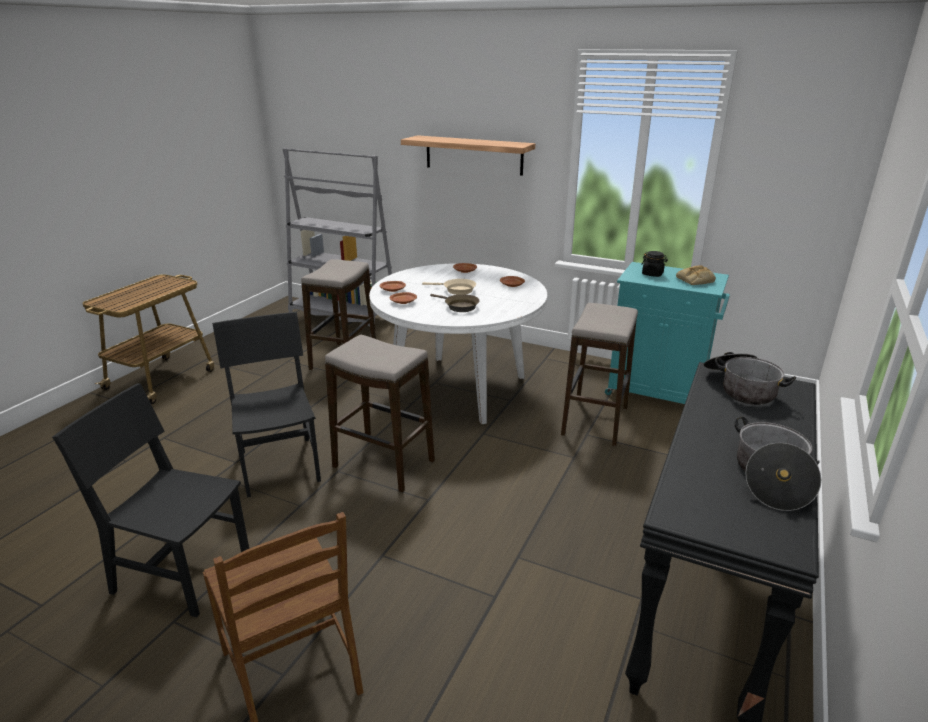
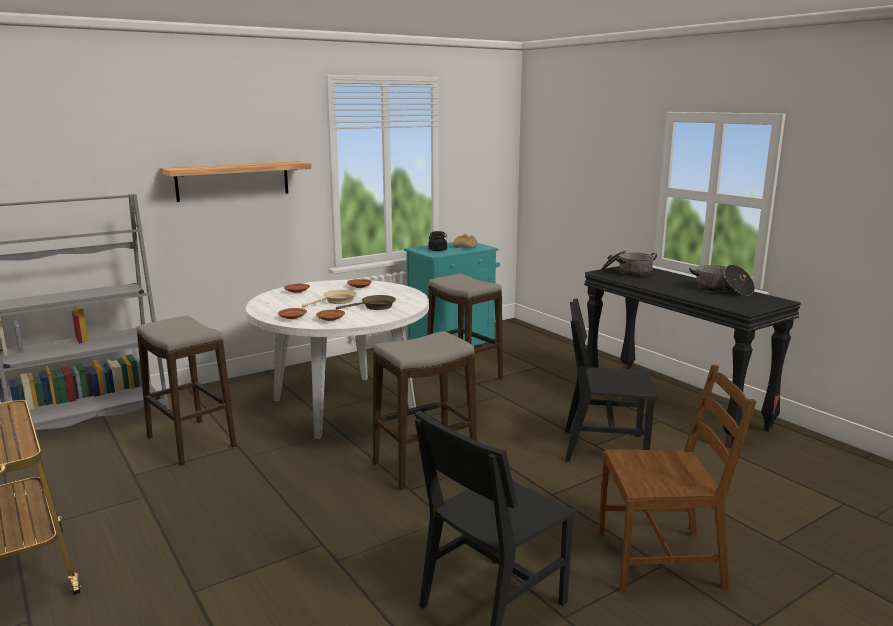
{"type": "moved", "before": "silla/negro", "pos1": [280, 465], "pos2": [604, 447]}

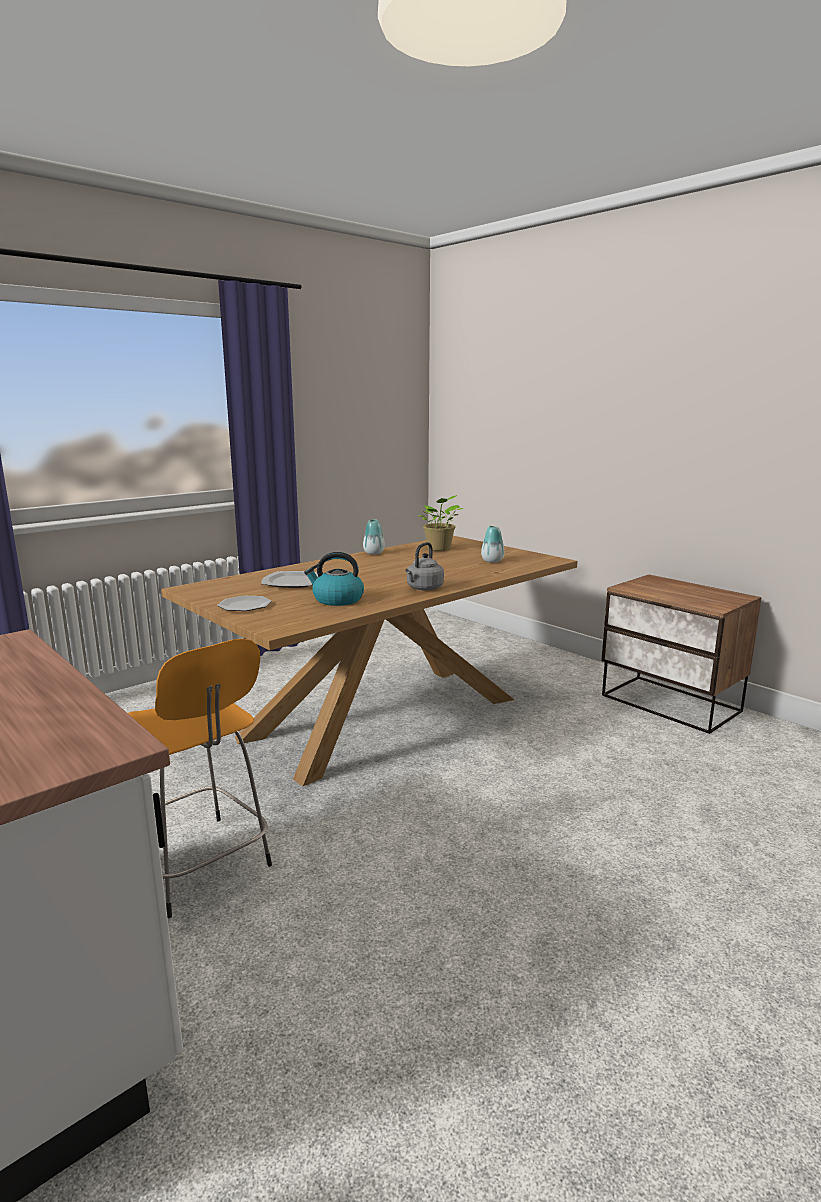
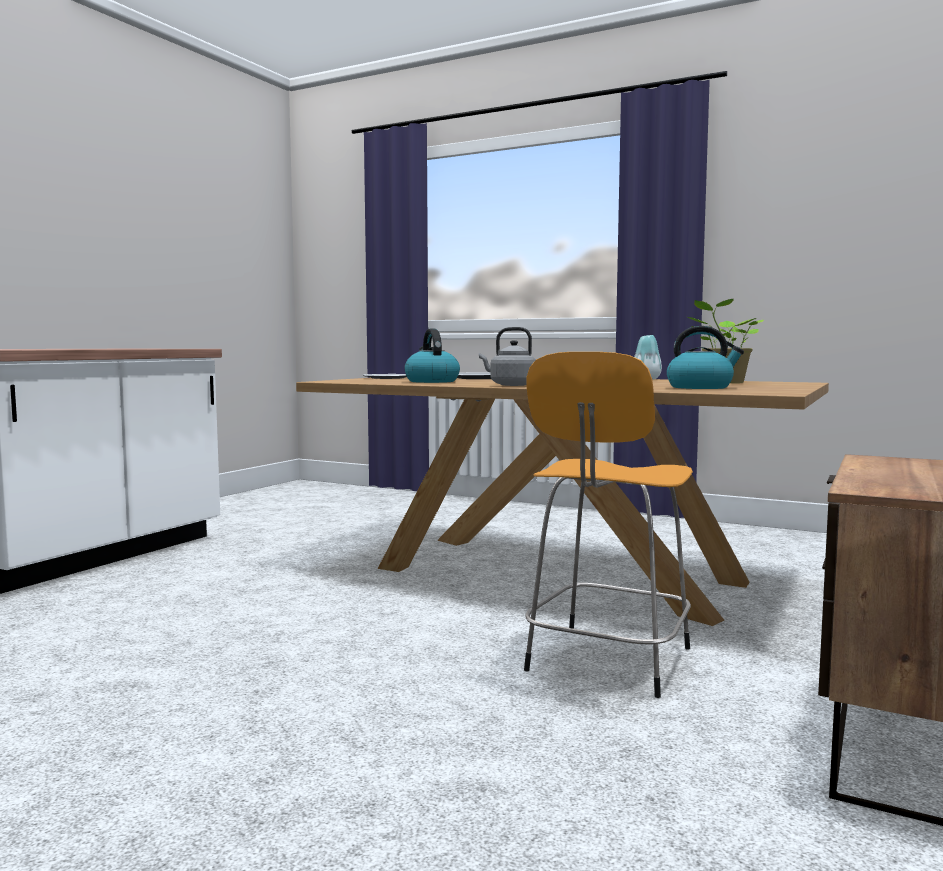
{"type": "moved", "before": "taburete/naranja", "pos1": [199, 866], "pos2": [607, 661]}
{"type": "replaced", "before": "florero", "after": "hervidor", "pos1": [492, 561], "pos2": [700, 387]}

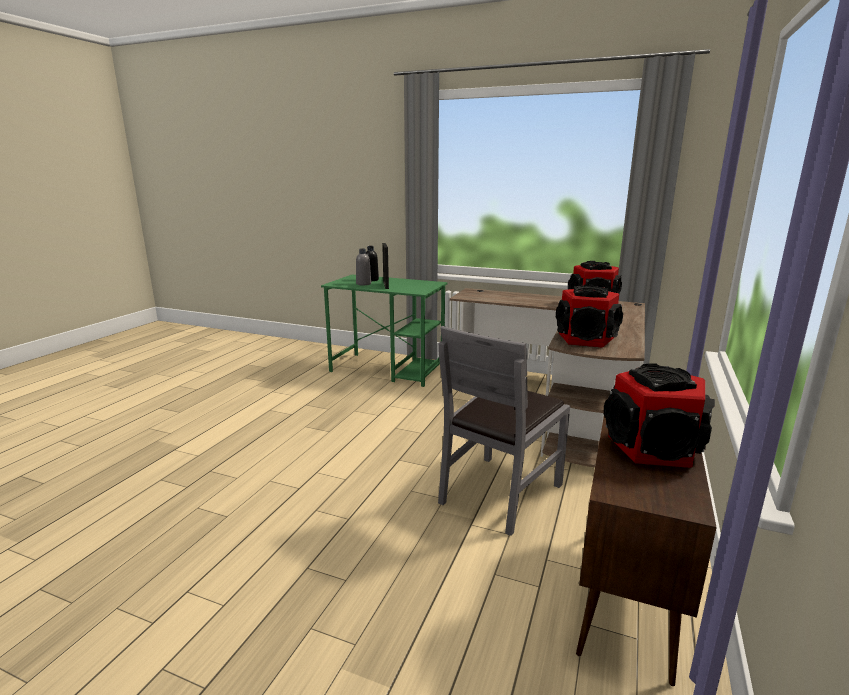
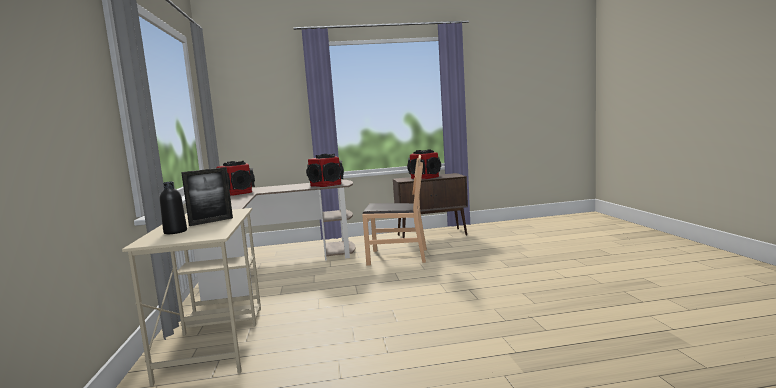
{"type": "recoloured", "before": "escritorio/verde", "after": "escritorio/beis", "pos1": [388, 369], "pos2": [214, 341]}
{"type": "recoloured", "before": "silla/gris", "after": "silla/marrón", "pos1": [499, 492], "pos2": [397, 256]}
{"type": "removed", "before": "botella/gris", "pos1": [363, 284]}

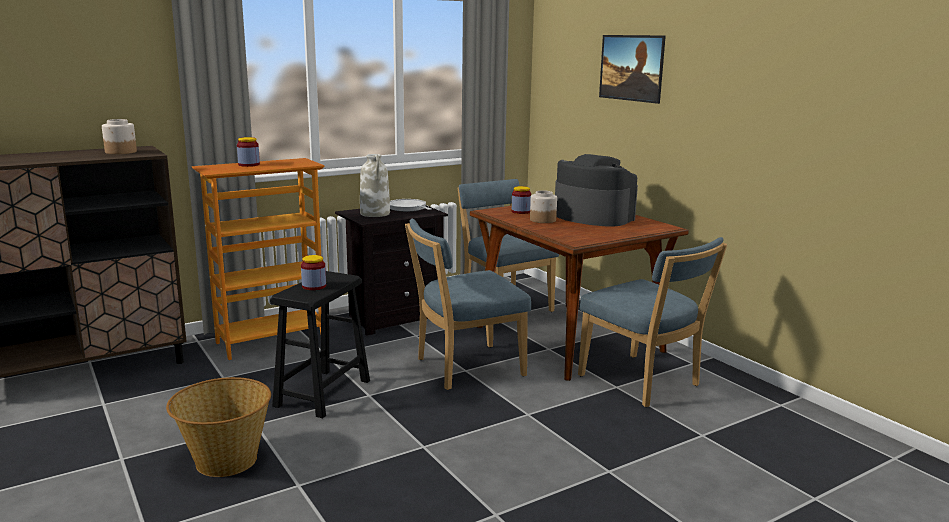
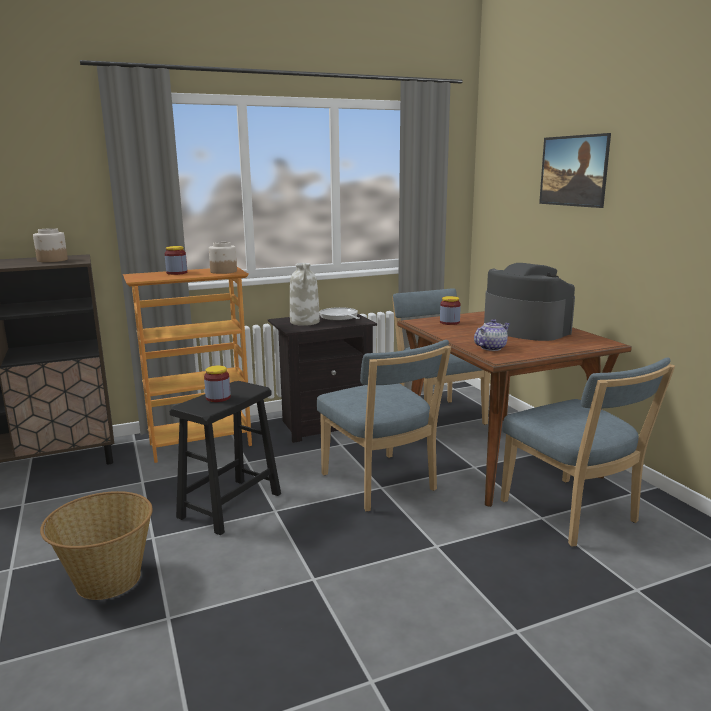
{"type": "moved", "before": "tarro", "pos1": [542, 220], "pos2": [223, 271]}
{"type": "turned", "before": "silla/azul", "pos1": [465, 368], "pos2": [381, 485], "turn": -105}
{"type": "added", "after": "tetera", "pos2": [491, 348]}

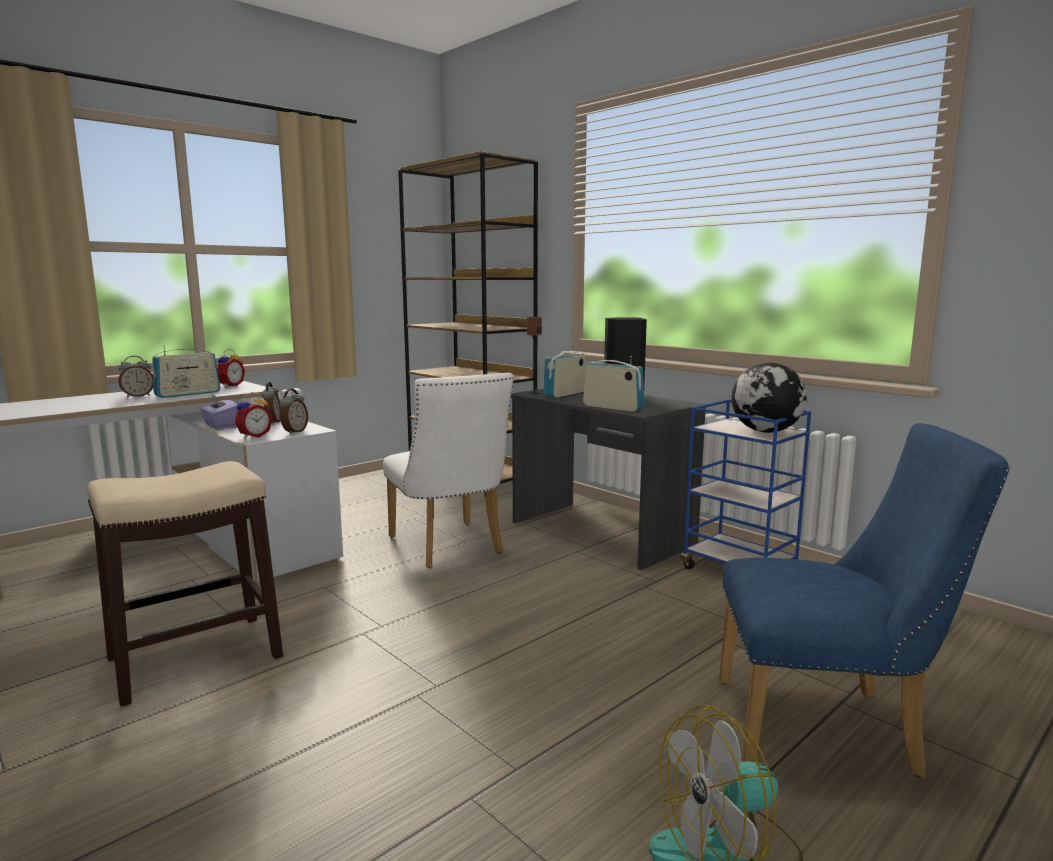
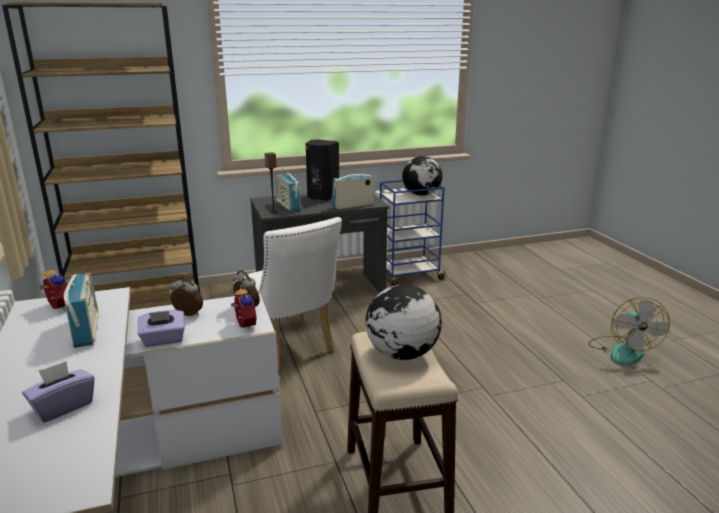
{"type": "added", "after": "caja de pañuelos/morado", "pos2": [63, 406]}
{"type": "turned", "before": "silla/blanco", "pos1": [449, 548], "pos2": [290, 348], "turn": 60}
{"type": "added", "after": "globo terráqueo", "pos2": [401, 354]}
{"type": "removed", "before": "despertador", "pos1": [138, 396]}
{"type": "removed", "before": "silla/azul", "pos1": [829, 730]}

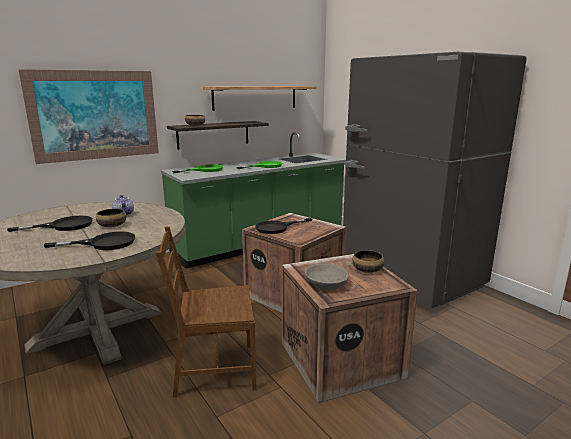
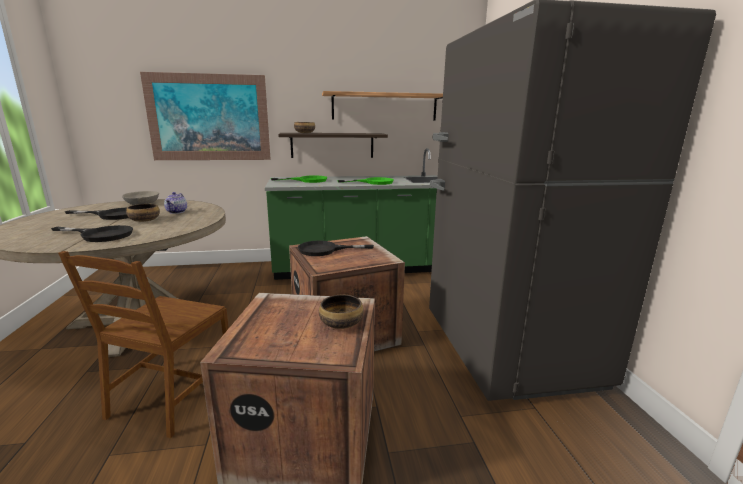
{"type": "turned", "before": "silla/marrón", "pos1": [214, 370], "pos2": [171, 397], "turn": -90}
{"type": "moved", "before": "cuenco/gris", "pos1": [326, 284], "pos2": [142, 203]}

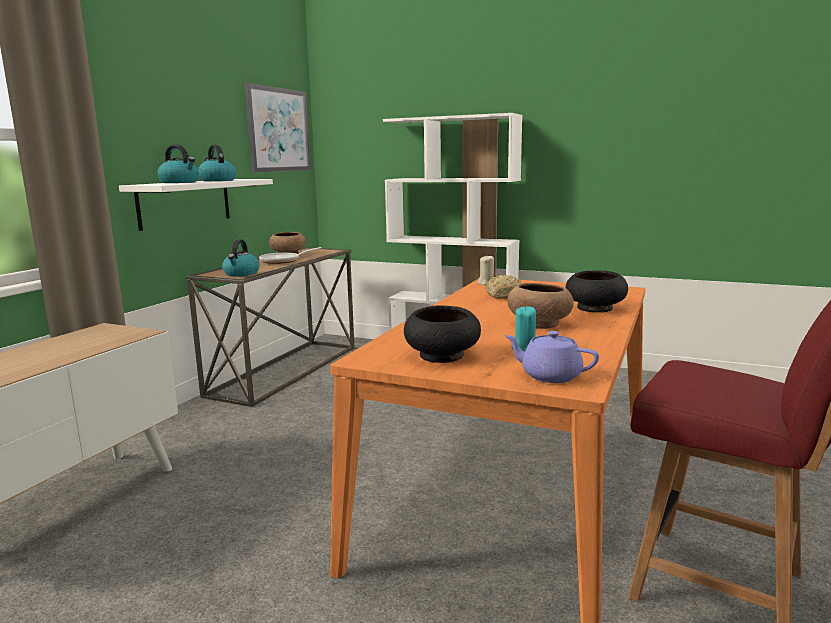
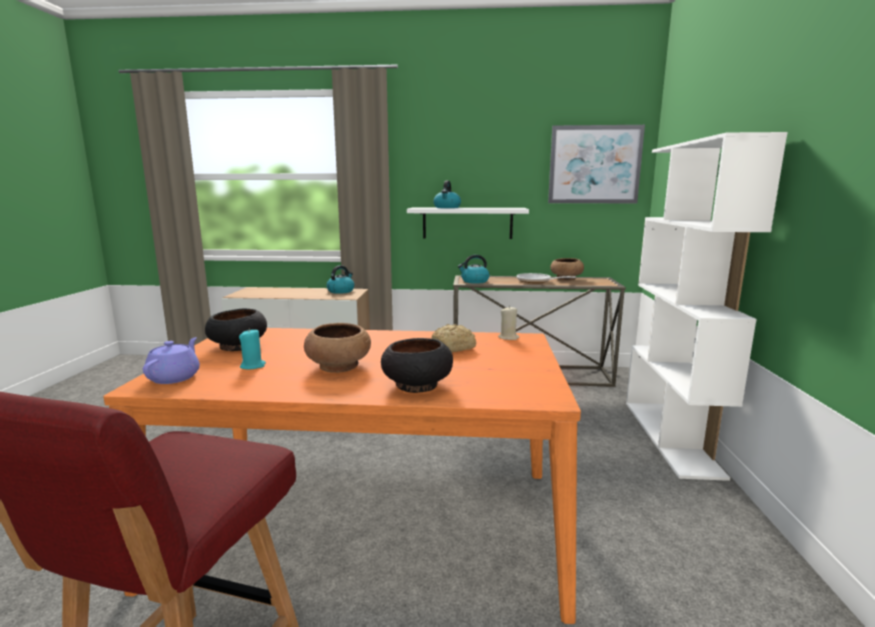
{"type": "moved", "before": "hervidor", "pos1": [217, 180], "pos2": [341, 291]}

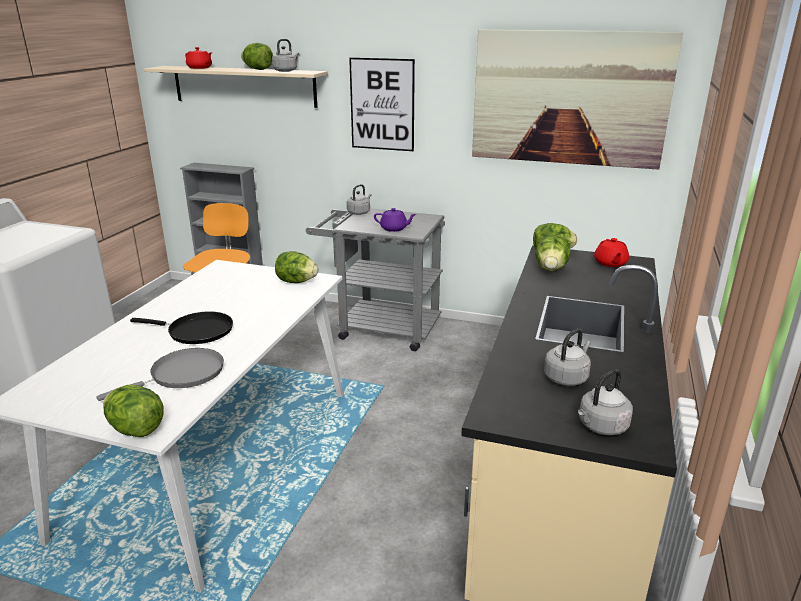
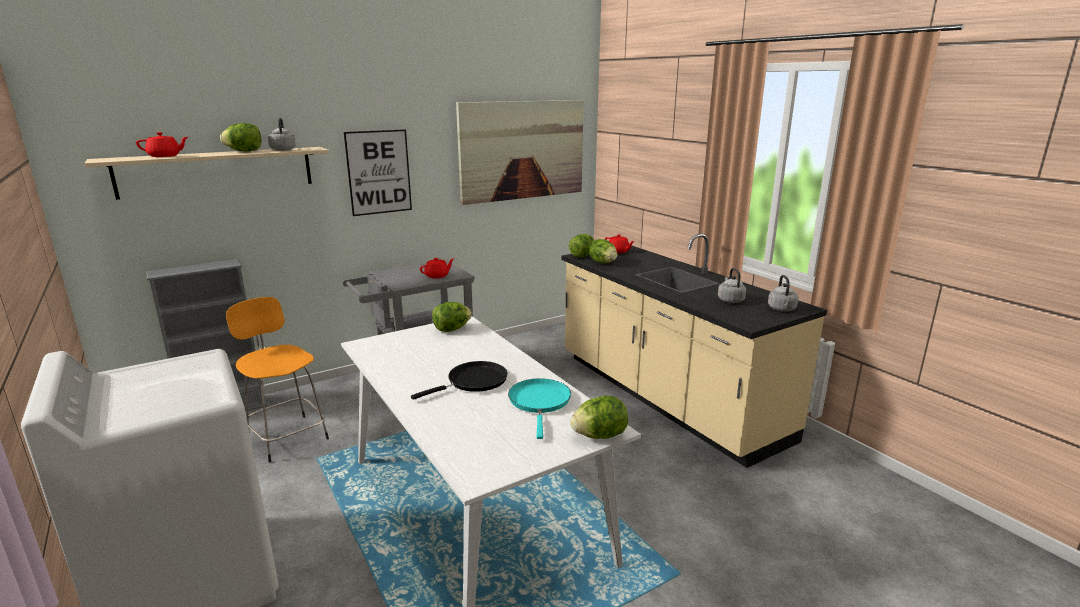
{"type": "recoloured", "before": "tetera/morado", "after": "tetera/rojo", "pos1": [394, 229], "pos2": [437, 276]}
{"type": "recoloured", "before": "sartén/gris", "after": "sartén/turquesa", "pos1": [182, 374], "pos2": [539, 402]}
{"type": "removed", "before": "hervidor/gris", "pos1": [359, 212]}

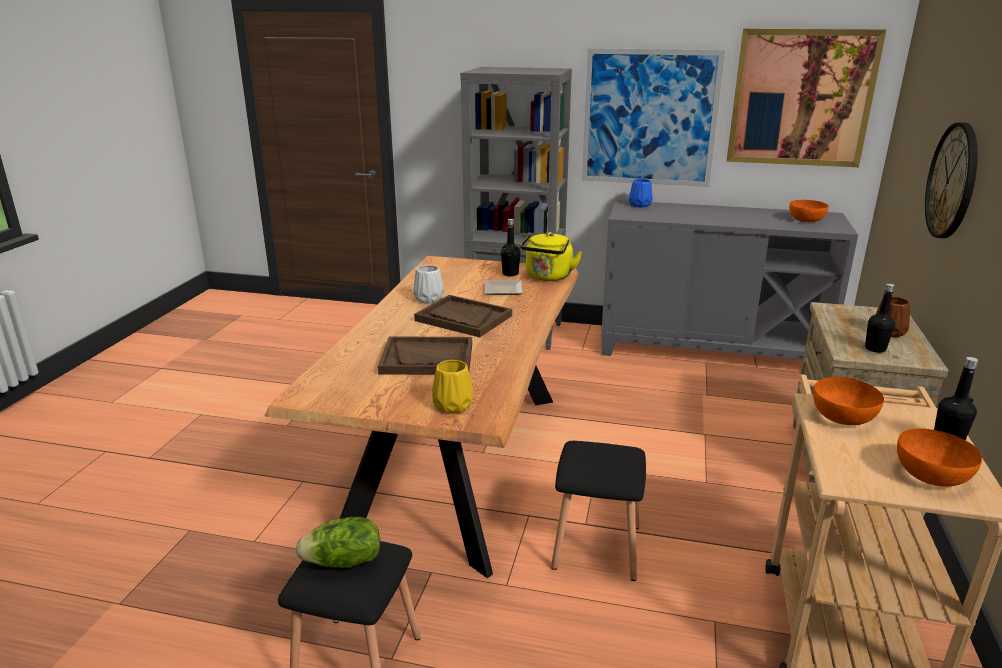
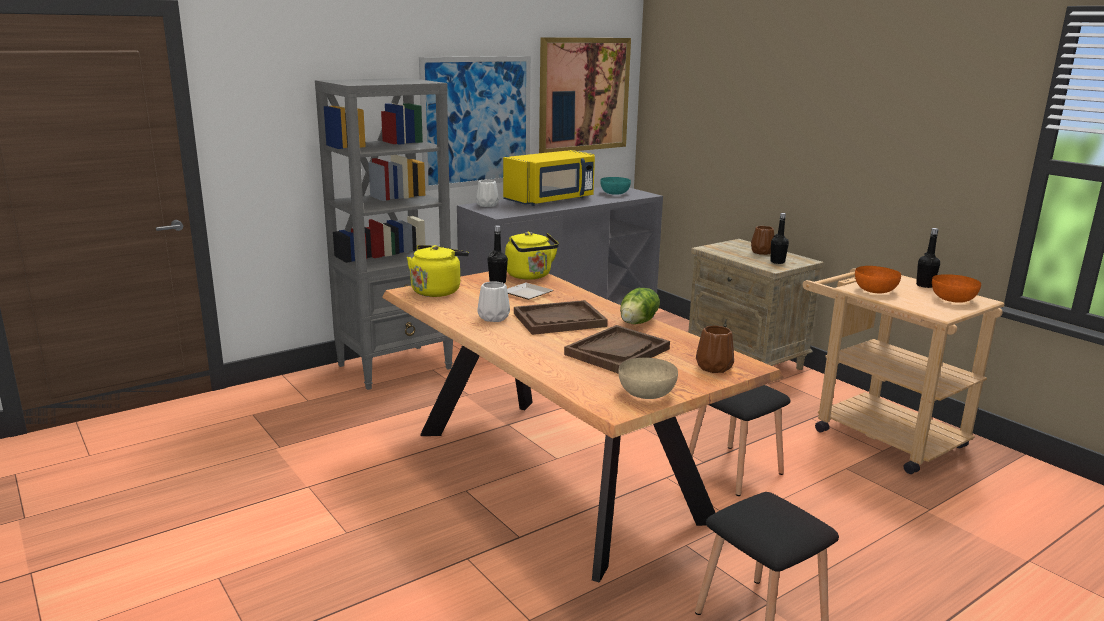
{"type": "added", "after": "hervidor/amarillo", "pos2": [437, 291]}
{"type": "recoloured", "before": "florero/azul", "after": "florero/blanco", "pos1": [639, 205], "pos2": [486, 205]}
{"type": "added", "after": "microondas/amarillo", "pos2": [551, 200]}
{"type": "recoloured", "before": "cuenco/naranja", "after": "cuenco/turquesa", "pos1": [806, 220], "pos2": [615, 193]}
{"type": "added", "after": "cuenco/beis", "pos2": [647, 393]}
{"type": "moved", "before": "lechuga", "pos1": [344, 562], "pos2": [638, 322]}
{"type": "recoloured", "before": "florero/amarillo", "after": "florero/marrón", "pos1": [454, 405], "pos2": [714, 367]}
{"type": "removed", "before": "reloj de pared", "pos1": [952, 181]}

